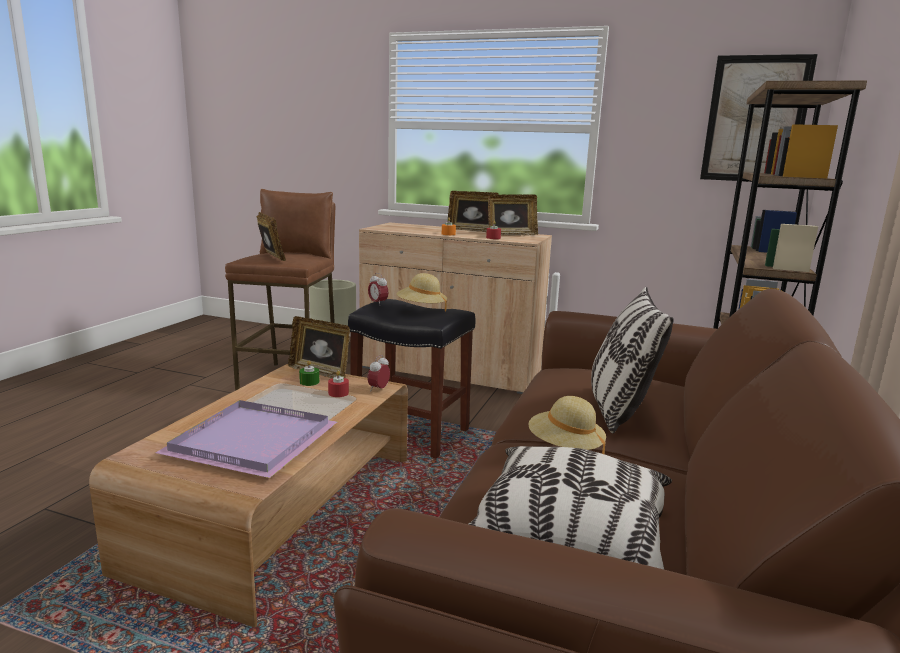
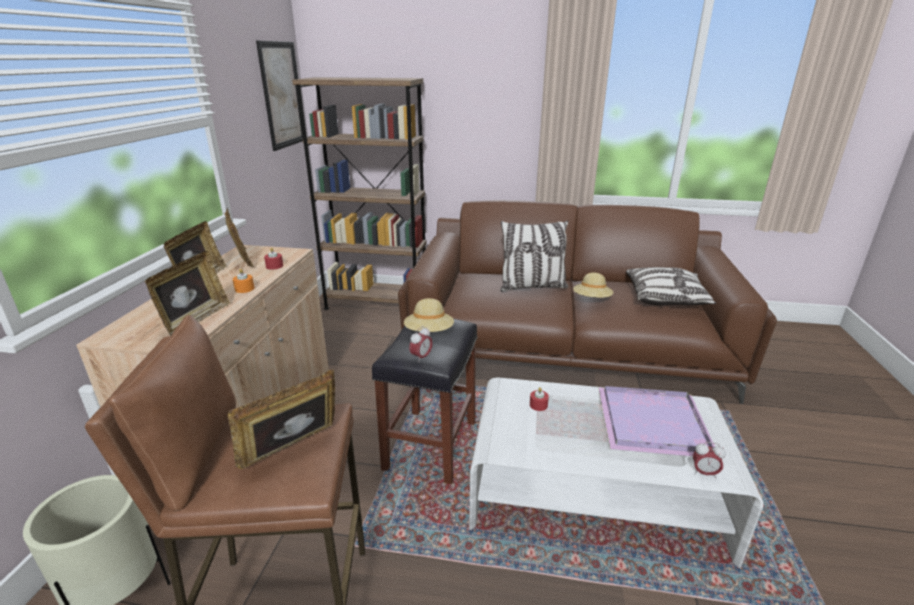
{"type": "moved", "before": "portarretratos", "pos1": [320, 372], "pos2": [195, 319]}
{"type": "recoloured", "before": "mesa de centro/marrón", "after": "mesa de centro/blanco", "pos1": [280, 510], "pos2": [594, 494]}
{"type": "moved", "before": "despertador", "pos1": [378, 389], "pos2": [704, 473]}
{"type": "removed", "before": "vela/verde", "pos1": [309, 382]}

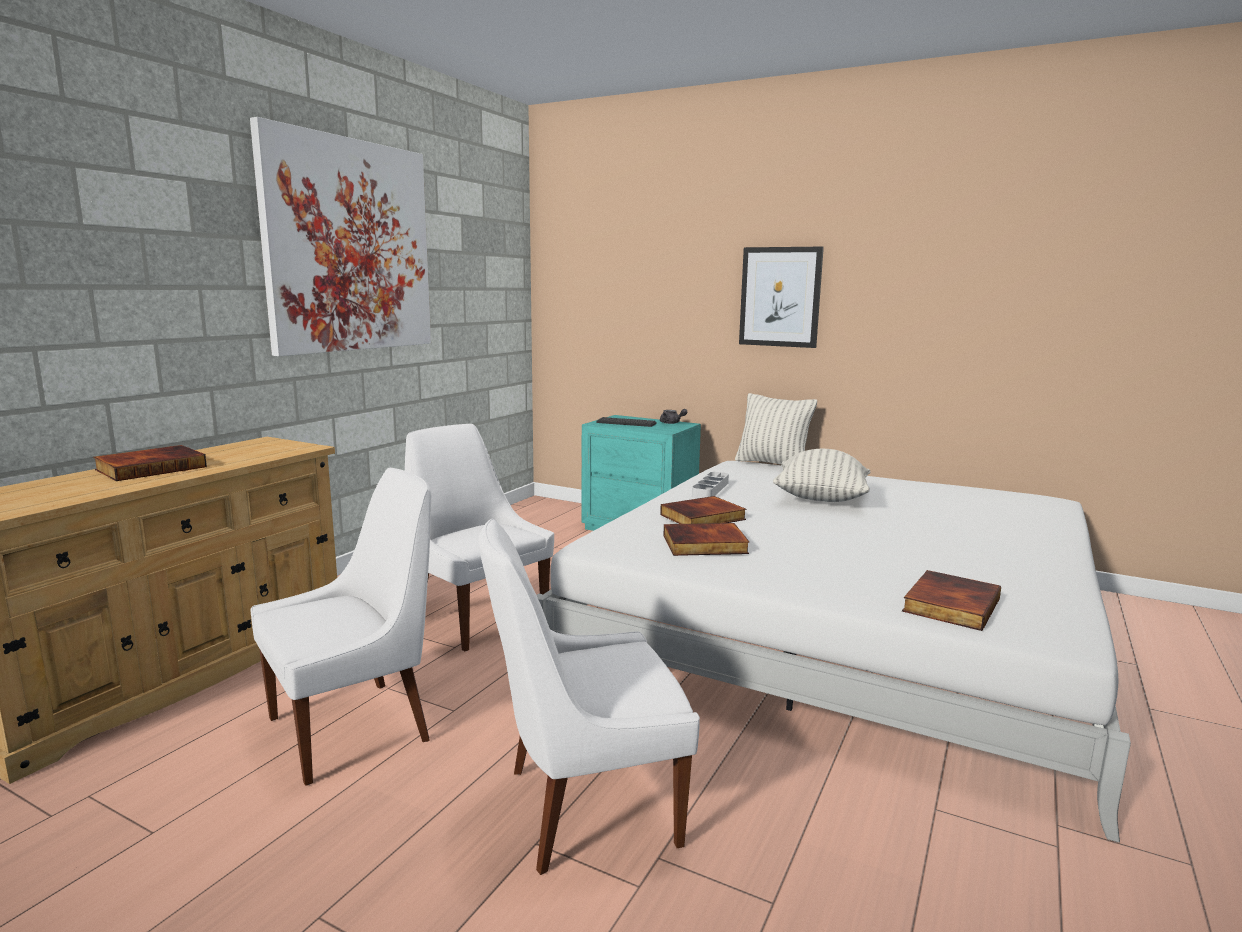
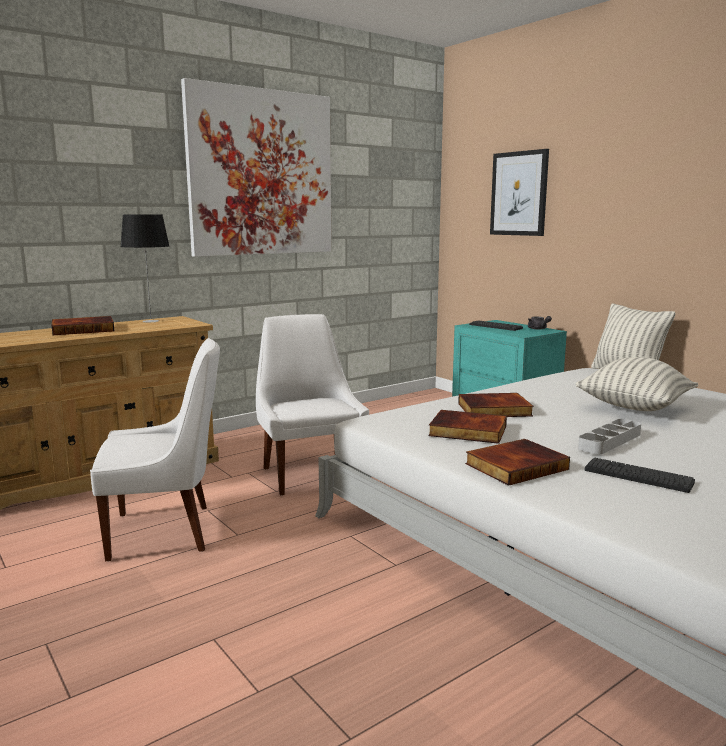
{"type": "added", "after": "lámpara de mesa", "pos2": [150, 321]}
{"type": "moved", "before": "libro", "pos1": [949, 604], "pos2": [515, 466]}
{"type": "moved", "before": "cuadro", "pos1": [780, 297], "pos2": [519, 193]}
{"type": "moved", "before": "bandeja/gris", "pos1": [710, 489], "pos2": [610, 441]}
{"type": "added", "after": "teclado", "pos2": [638, 476]}
{"type": "removed", "before": "silla/blanco", "pos1": [584, 807]}

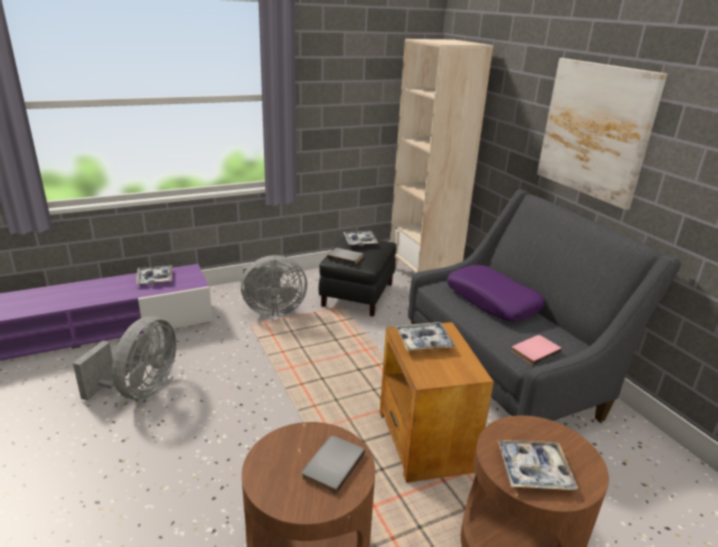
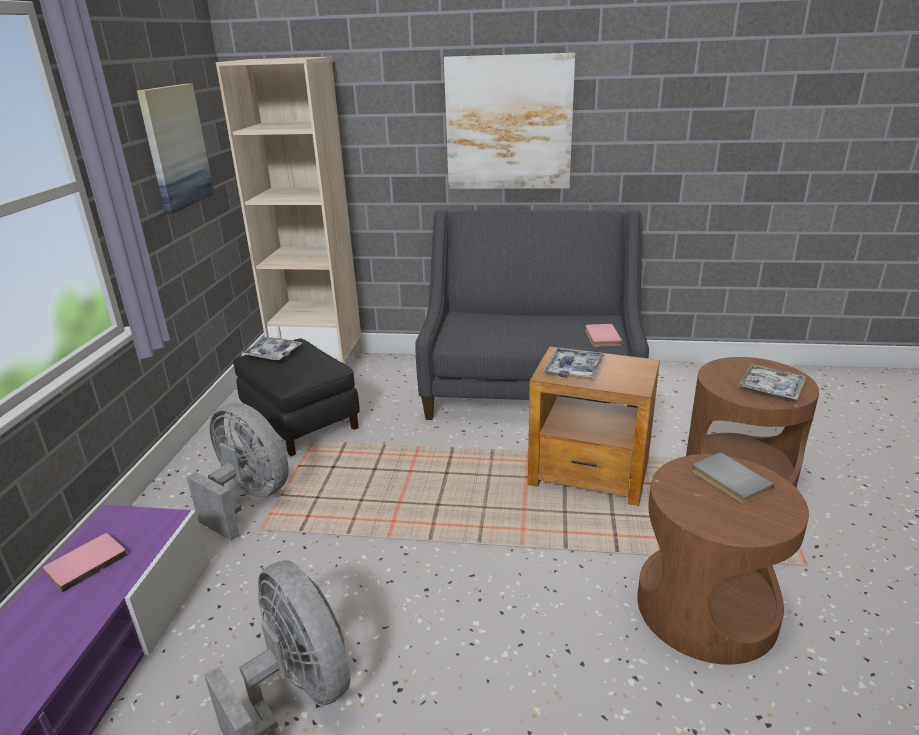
{"type": "replaced", "before": "bandeja", "after": "libro/rosa", "pos1": [155, 278], "pos2": [85, 563]}
{"type": "added", "after": "cuadro", "pos2": [175, 147]}
{"type": "turned", "before": "ventilador/gris", "pos1": [272, 310], "pos2": [248, 499], "turn": -75}
{"type": "removed", "before": "libro/gris", "pos1": [345, 257]}
{"type": "removed", "before": "cojín/morado", "pos1": [492, 301]}

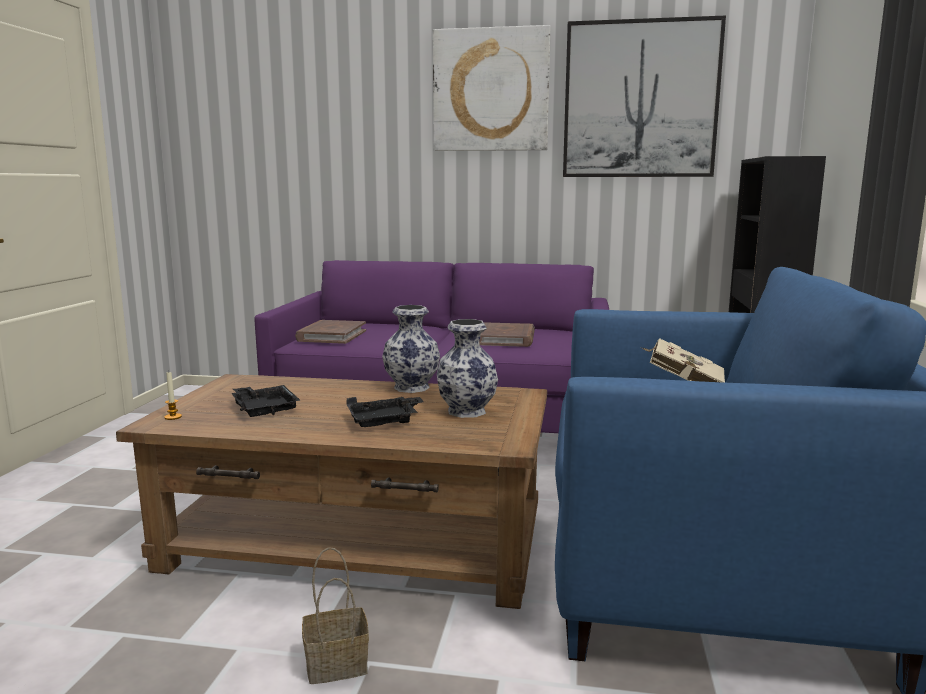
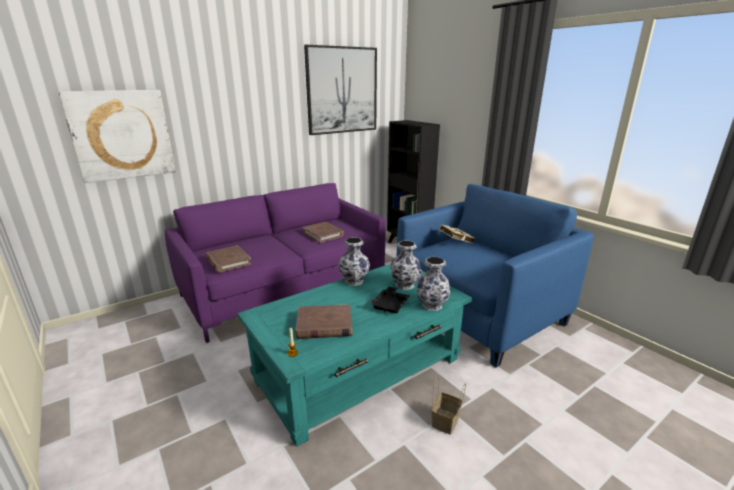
{"type": "moved", "before": "cuadro", "pos1": [491, 90], "pos2": [122, 135]}
{"type": "recoloured", "before": "mesa de centro/marrón", "after": "mesa de centro/turquesa", "pos1": [358, 542], "pos2": [359, 369]}
{"type": "replaced", "before": "bandeja/negro", "after": "libro/marrón", "pos1": [264, 409], "pos2": [324, 325]}
{"type": "added", "after": "florero", "pos2": [432, 305]}

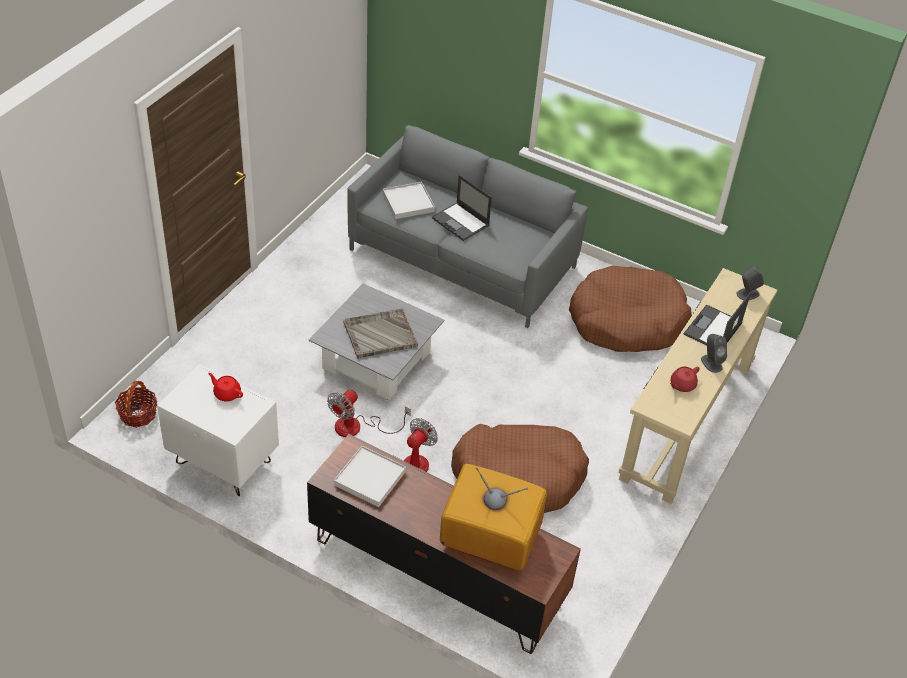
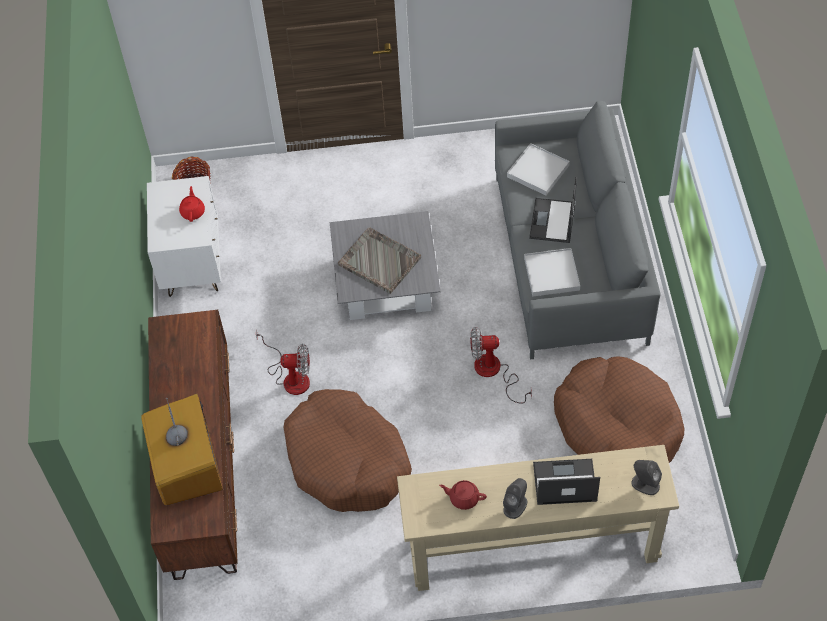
{"type": "moved", "before": "ventilador", "pos1": [357, 427], "pos2": [494, 372]}
{"type": "moved", "before": "bandeja/blanco", "pos1": [370, 478], "pos2": [552, 274]}

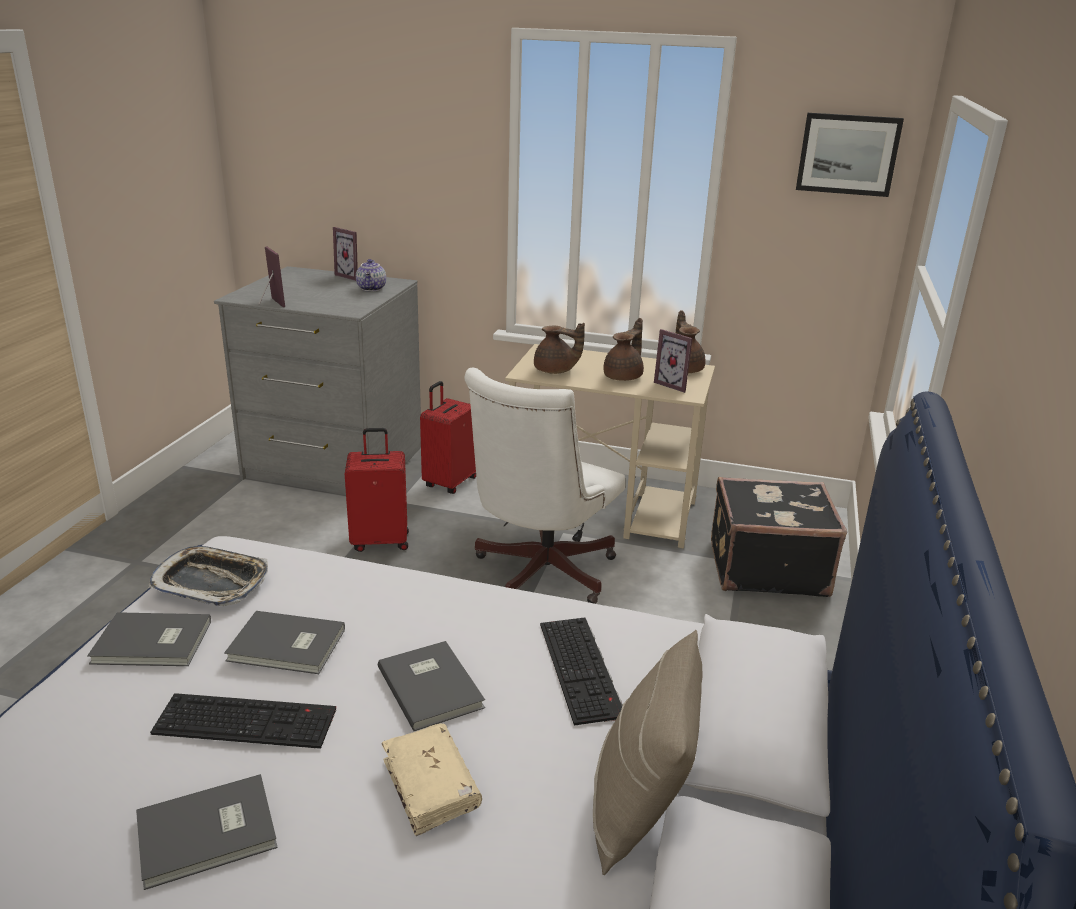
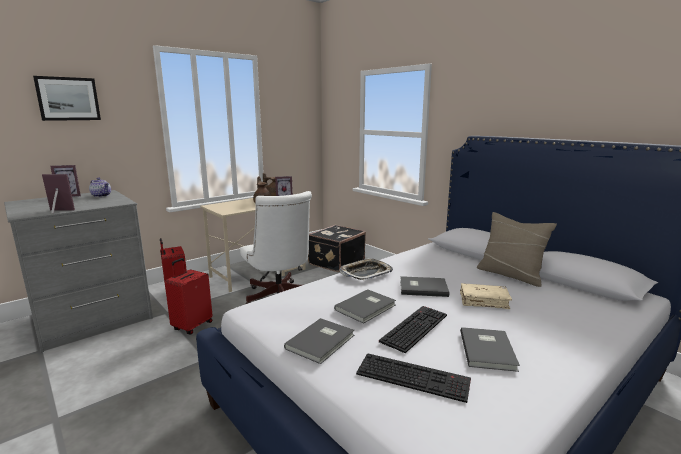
{"type": "moved", "before": "cuadro", "pos1": [848, 154], "pos2": [68, 99]}
{"type": "moved", "before": "bandeja", "pos1": [211, 582], "pos2": [365, 273]}
{"type": "moved", "before": "teclado", "pos1": [582, 670], "pos2": [414, 376]}
{"type": "removed", "before": "tetera/marrón", "pos1": [555, 371]}

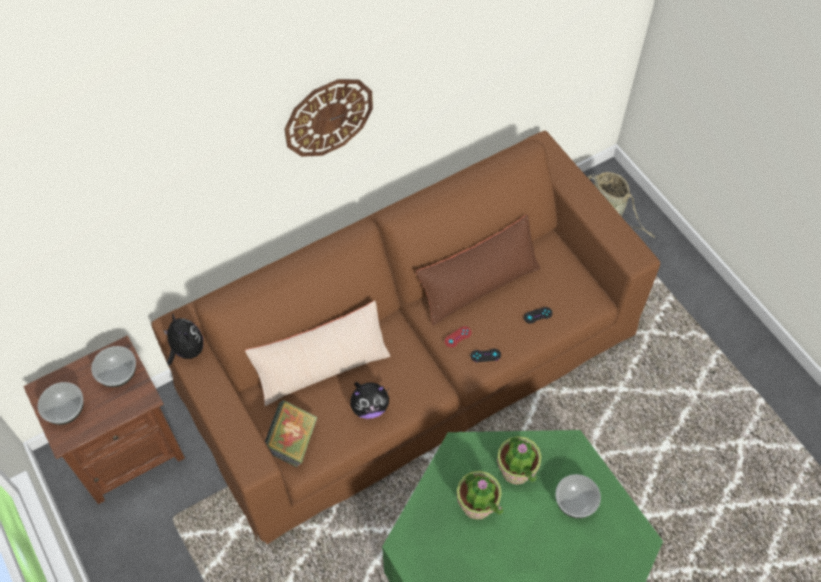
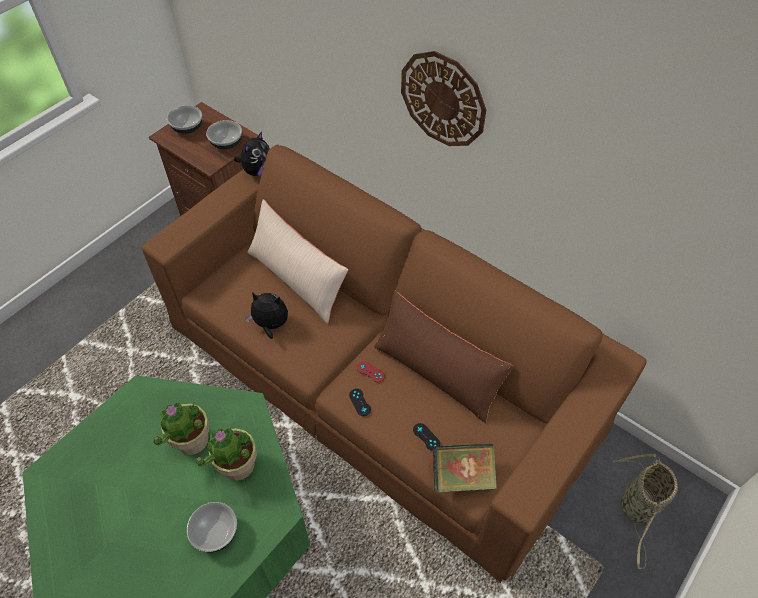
{"type": "turned", "before": "peluche", "pos1": [369, 407], "pos2": [270, 325], "turn": 135}
{"type": "moved", "before": "libro", "pos1": [292, 441], "pos2": [462, 476]}

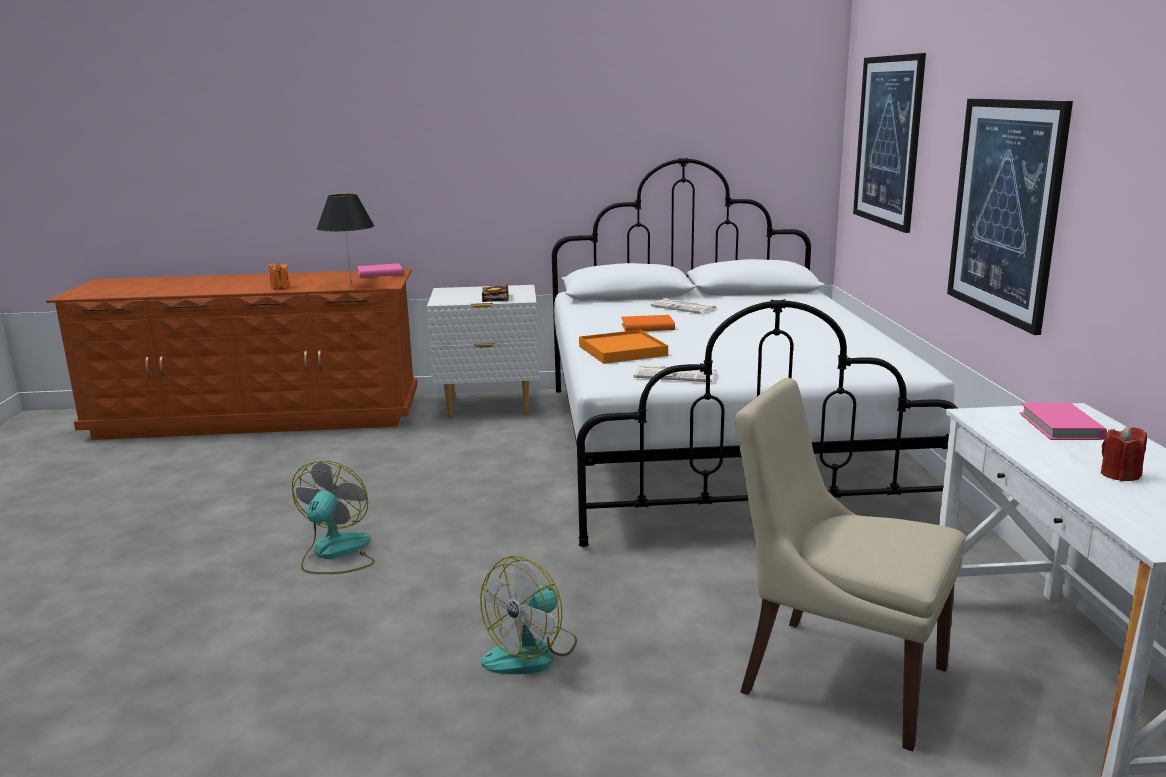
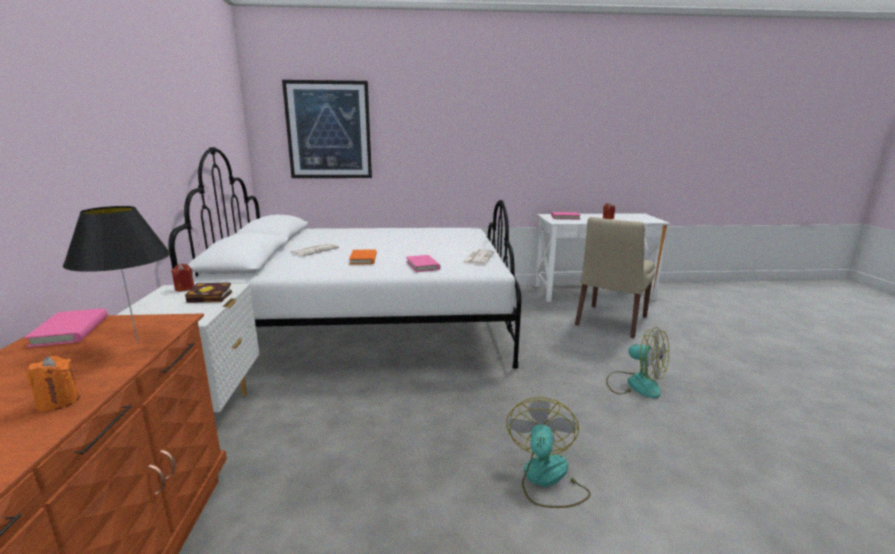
{"type": "added", "after": "vela/rojo", "pos2": [184, 288]}
{"type": "replaced", "before": "bandeja/naranja", "after": "libro/rosa", "pos1": [622, 351], "pos2": [422, 266]}
{"type": "turned", "before": "ventilador", "pos1": [335, 554], "pos2": [546, 479], "turn": 90}
{"type": "removed", "before": "cuadro", "pos1": [1005, 209]}

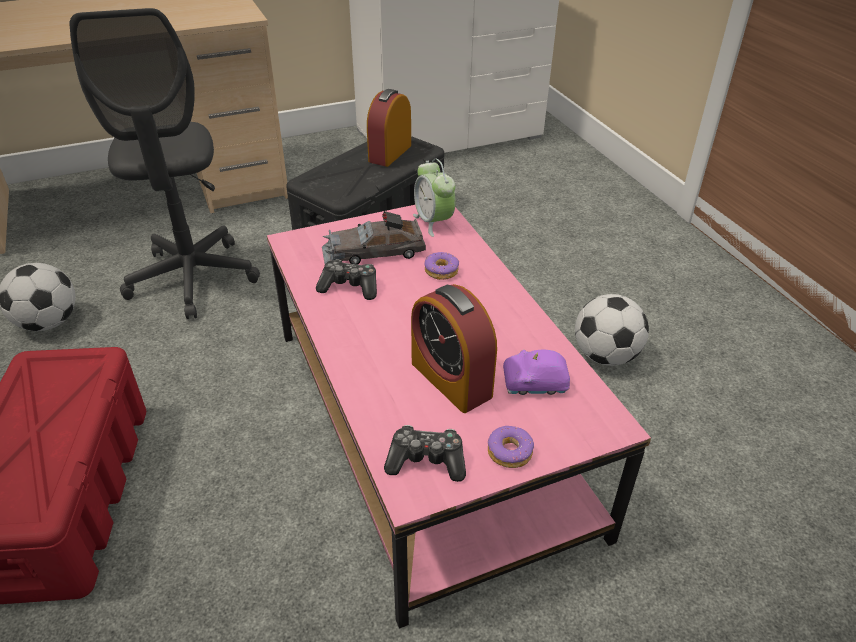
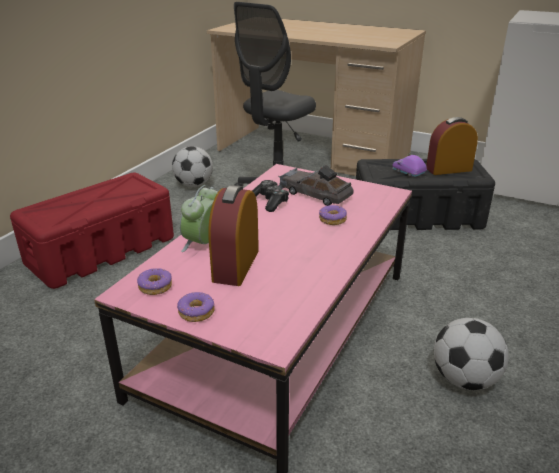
{"type": "replaced", "before": "mando de consola", "after": "rosquilla", "pos1": [426, 461], "pos2": [155, 287]}
{"type": "moved", "before": "despertador", "pos1": [434, 222], "pos2": [203, 244]}
{"type": "moved", "before": "coche de juguete/morado", "pos1": [535, 384], "pos2": [408, 172]}

